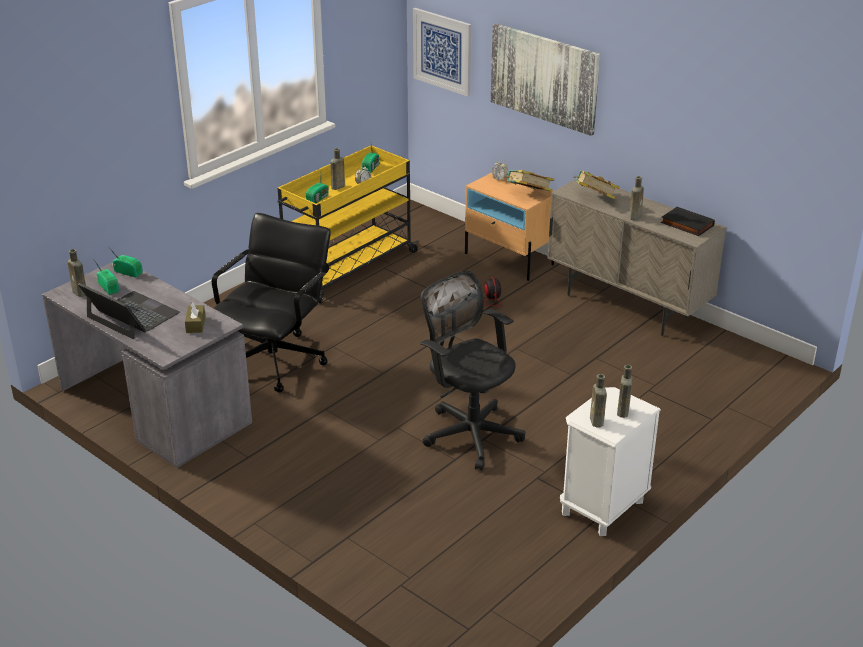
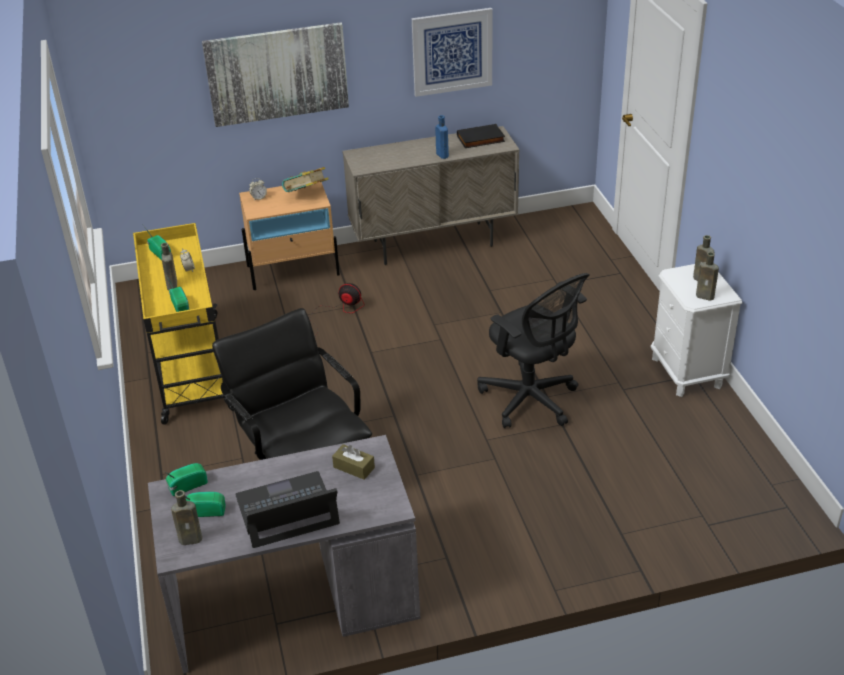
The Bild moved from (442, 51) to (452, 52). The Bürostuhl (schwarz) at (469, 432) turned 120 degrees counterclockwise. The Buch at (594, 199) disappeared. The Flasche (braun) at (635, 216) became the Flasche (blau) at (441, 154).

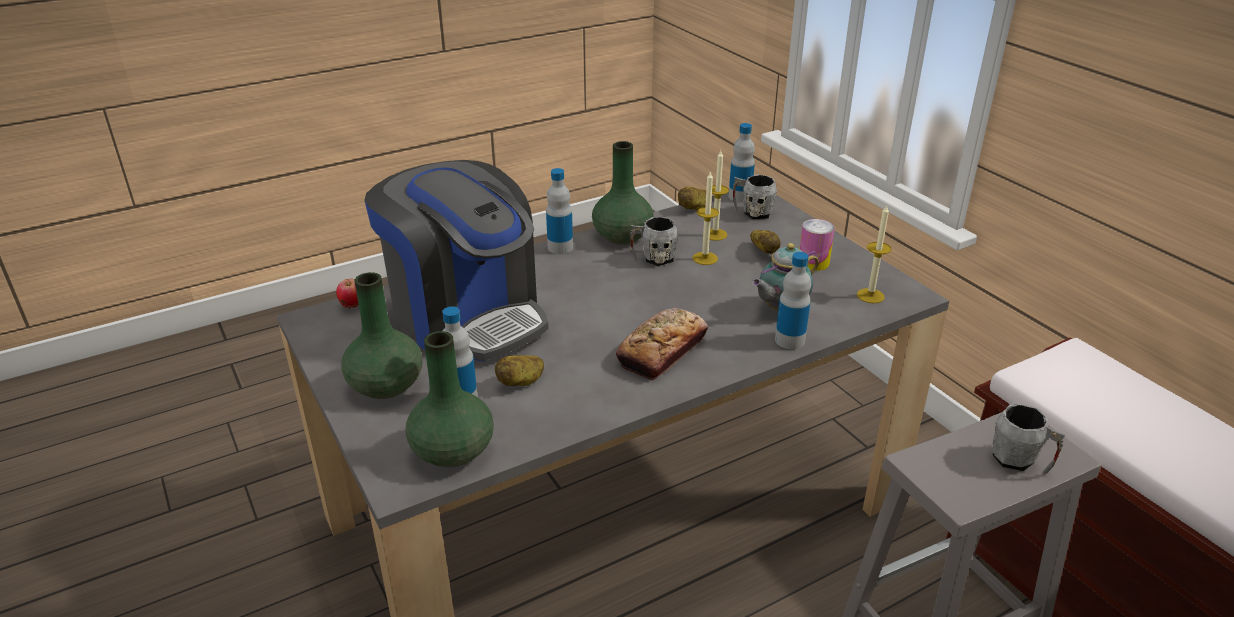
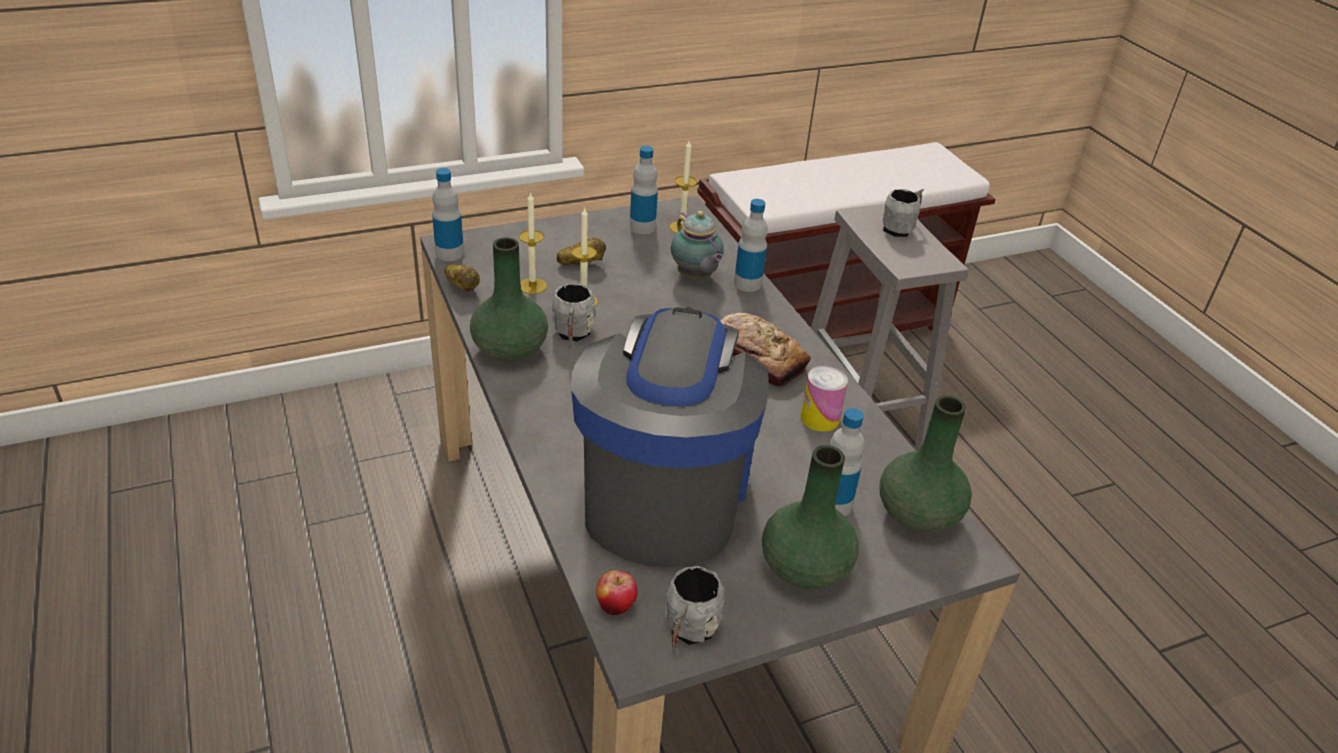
The Kaffeemaschine at (467, 316) turned 45 degrees counterclockwise. The Kartoffel at (521, 382) disappeared. The Flasche moved from (560, 247) to (642, 227). The Henkelbecher (grau) moved from (752, 212) to (687, 632). The Dose moved from (813, 262) to (819, 418).

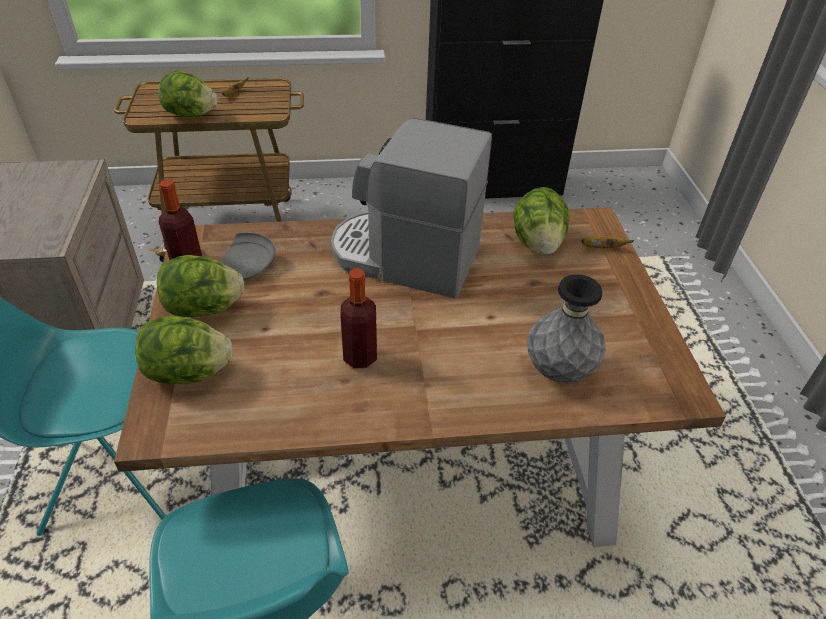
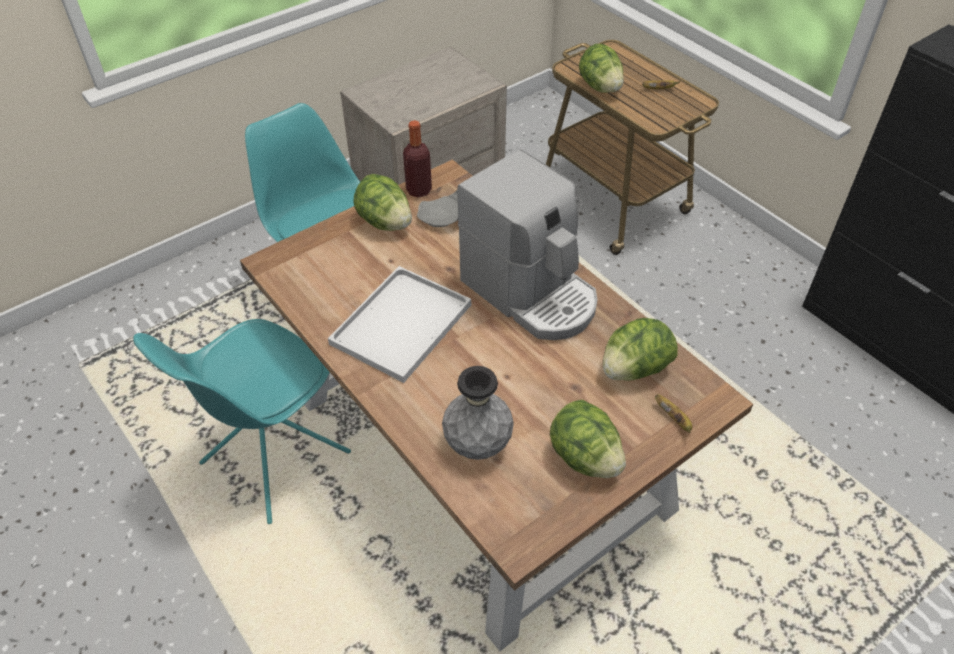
The Salatkopf moved from (189, 373) to (585, 457). The Kaffeemaschine at (404, 258) turned 150 degrees clockwise. The Flasche at (360, 357) was replaced by the Tablett (weiß) at (402, 322).

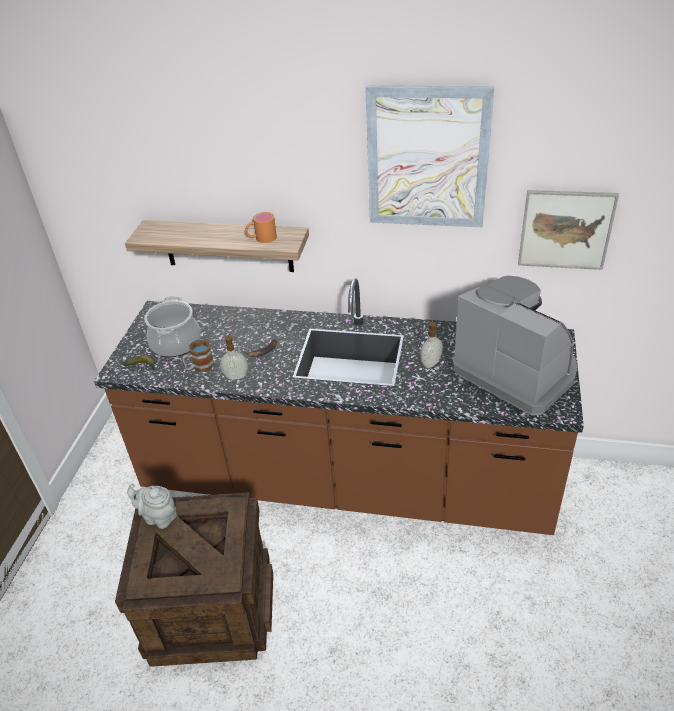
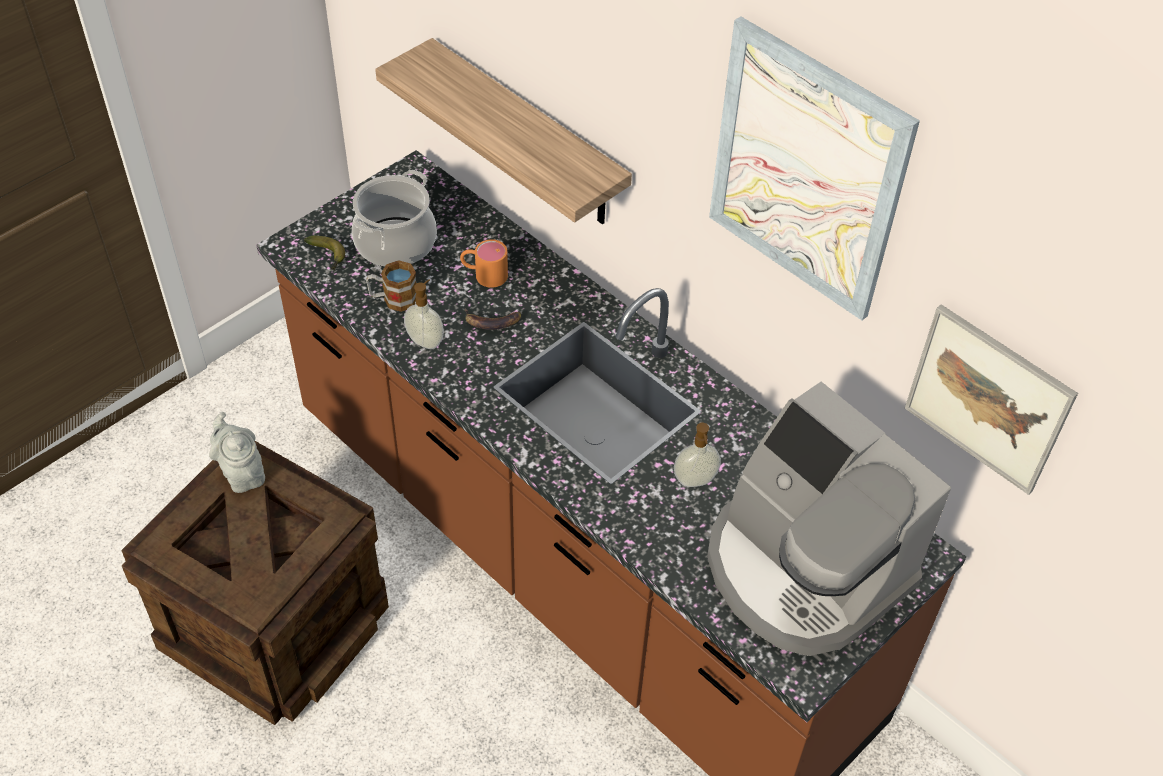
The Henkelbecher (orange) moved from (261, 238) to (484, 274). The Kaffeemaschine at (516, 371) turned 150 degrees clockwise.

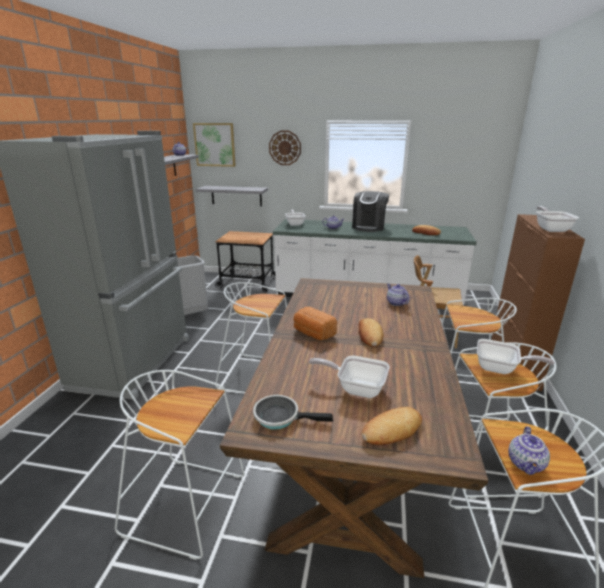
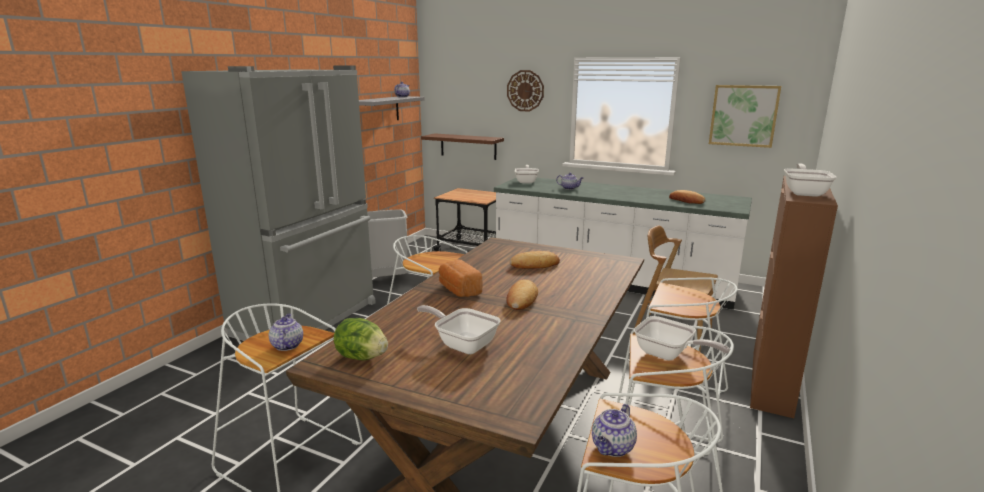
The Bild moved from (215, 144) to (743, 115). The Wandregal (grau) at (236, 195) became the Wandregal (braun) at (468, 146). The Pfanne at (280, 417) was replaced by the Salatkopf at (362, 357). The Kaffeemaschine at (369, 227) disappeared. The Brot moved from (392, 430) to (535, 265). The Teekanne moved from (396, 303) to (287, 345).

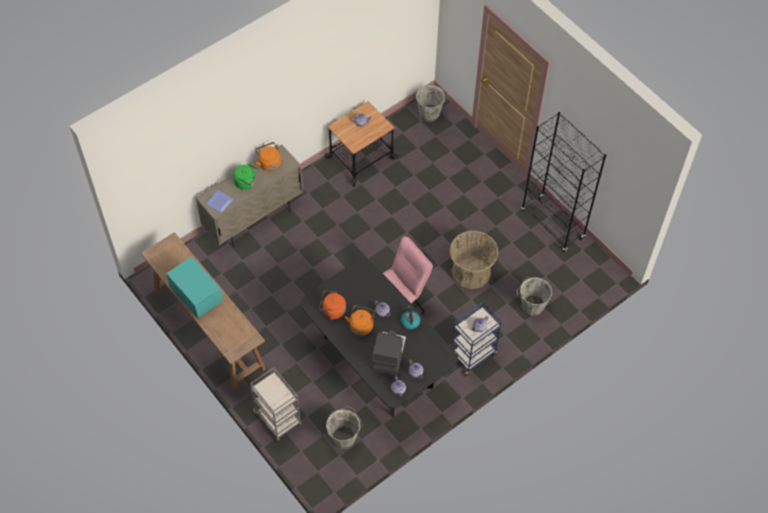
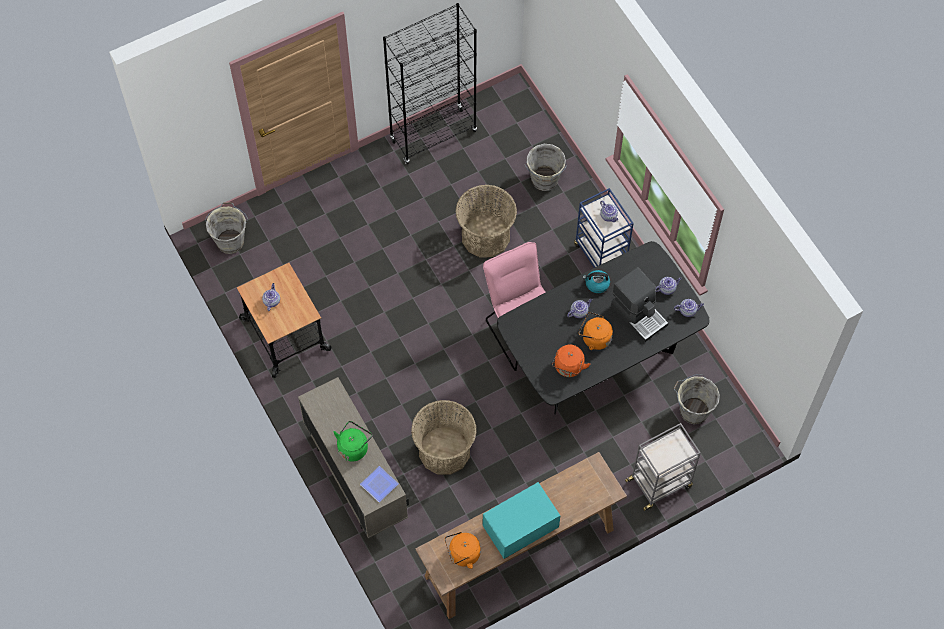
The Wasserkessel (orange) moved from (269, 163) to (462, 555). The Kaffeemaschine at (388, 355) turned 150 degrees counterclockwise. The Korb at (444, 450) appeared.

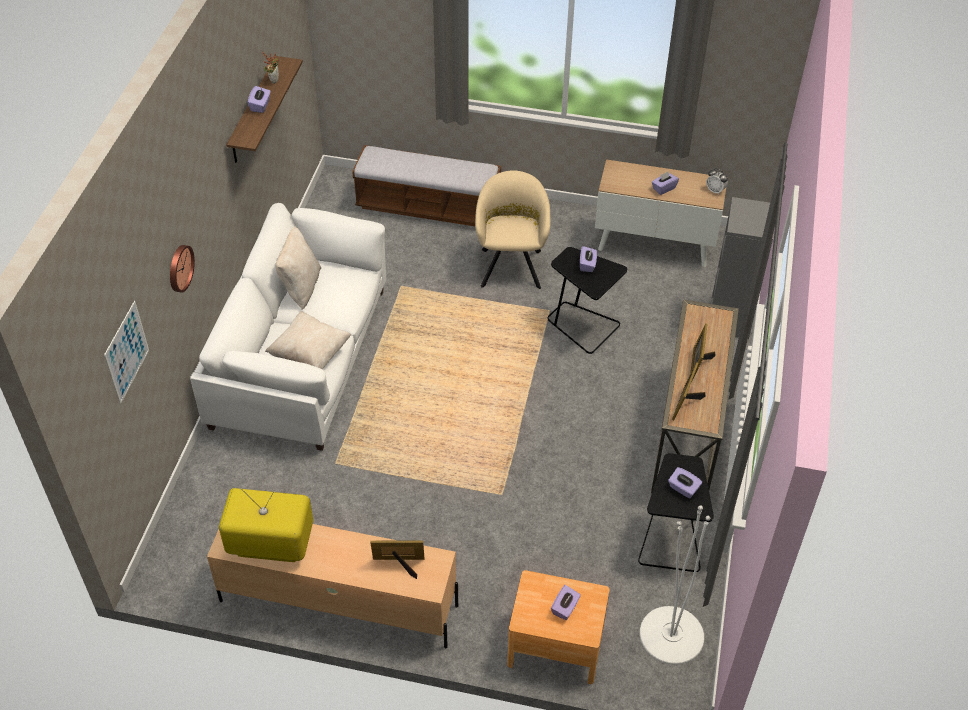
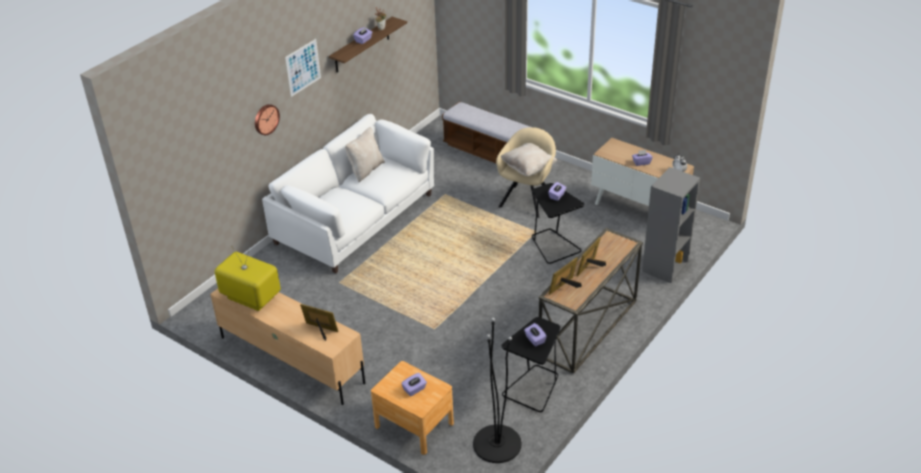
The Bild moved from (126, 352) to (303, 67). The Kissen (beige) moved from (310, 354) to (528, 168). The Stehlampe (weiß) at (671, 635) became the Stehlampe (schwarz) at (497, 444).

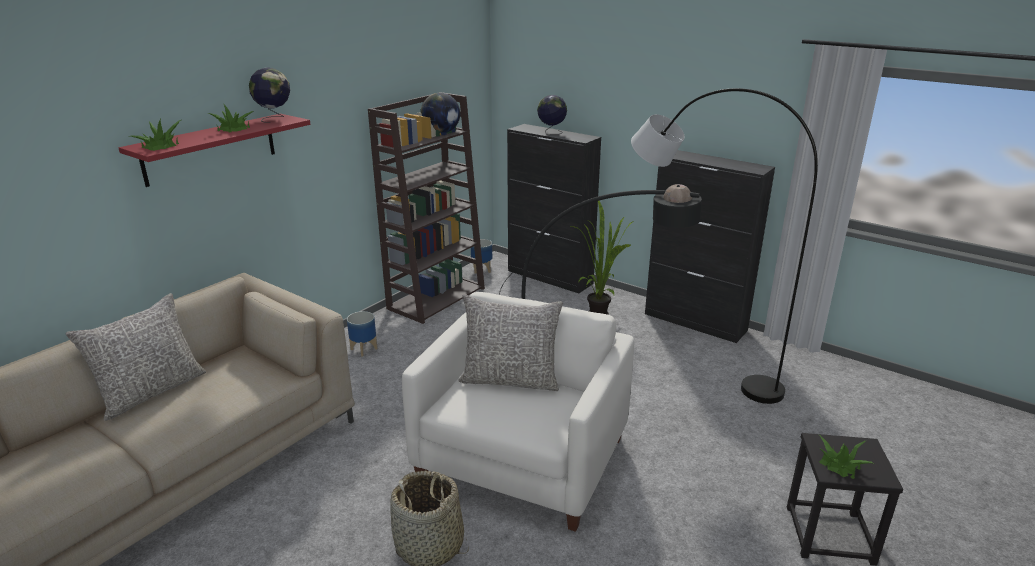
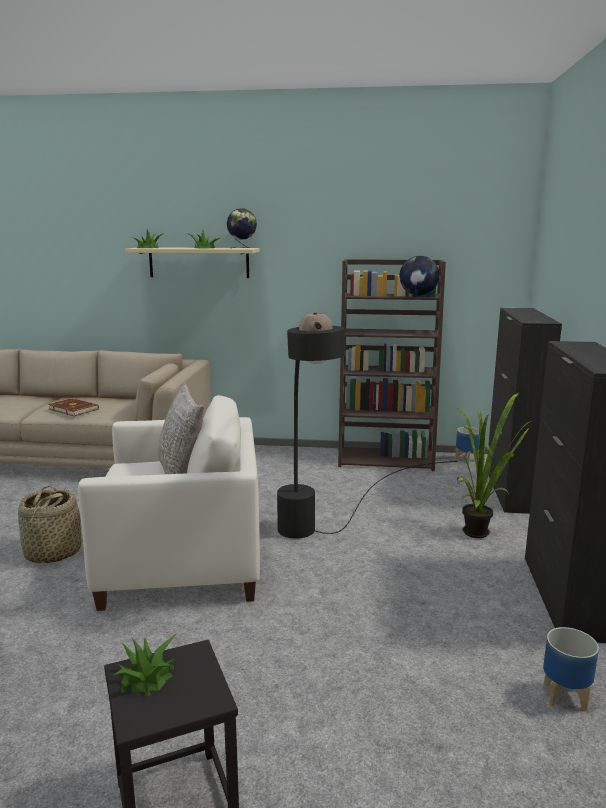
The Kissen (grau) at (151, 391) disappeared. The Wandregal (rot) at (210, 149) became the Wandregal (beige) at (199, 262). The Pflanzkübel moved from (364, 349) to (565, 697). The Globus at (551, 133) disappeared. The Stehlampe (grau) at (690, 364) disappeared. The Buch (braun) at (74, 409) appeared.

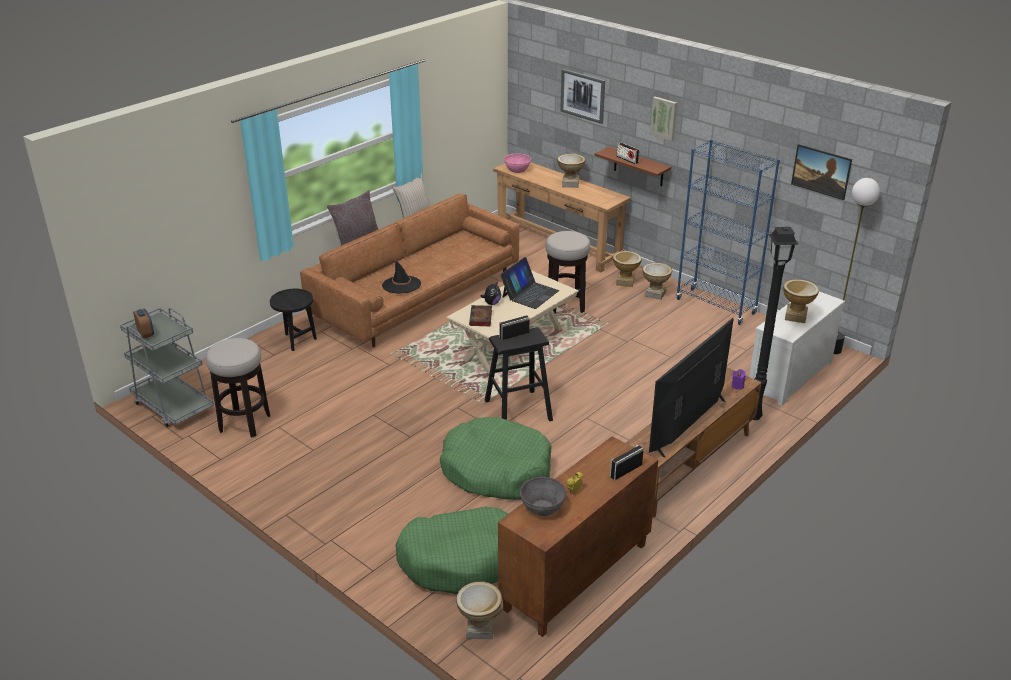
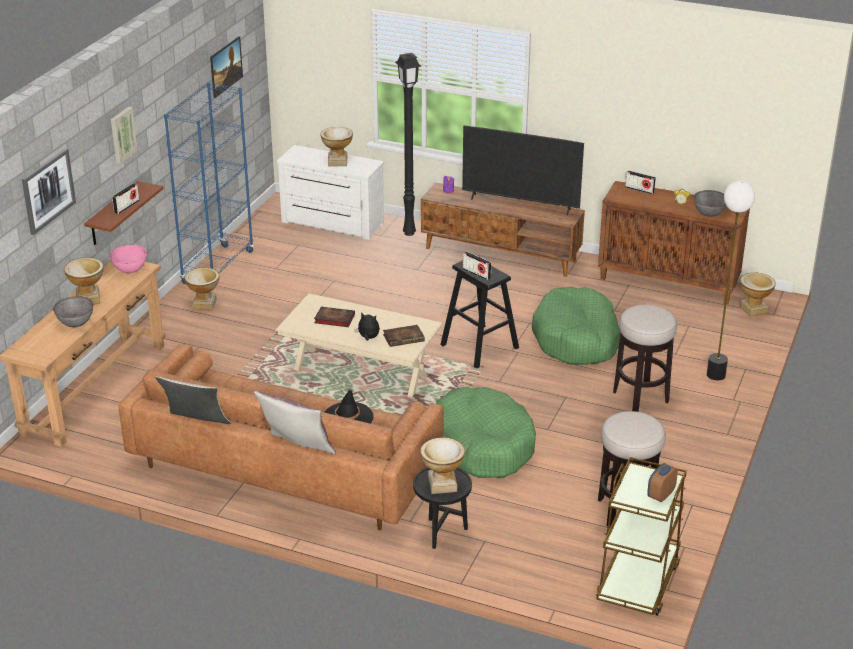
The Rollwagen (grau) at (173, 406) became the Rollwagen (braun) at (638, 582). The Hundebett (grün) moved from (461, 559) to (481, 445). The Laptop at (530, 294) was replaced by the Buch at (333, 319). The Schüssel (rosa) moved from (517, 170) to (129, 268). The Hocker moved from (565, 305) to (640, 396). The Vase moved from (625, 282) to (442, 484). The Stehlampe moved from (833, 350) to (716, 374). The Schüssel (grau) at (75, 321) appeared.

